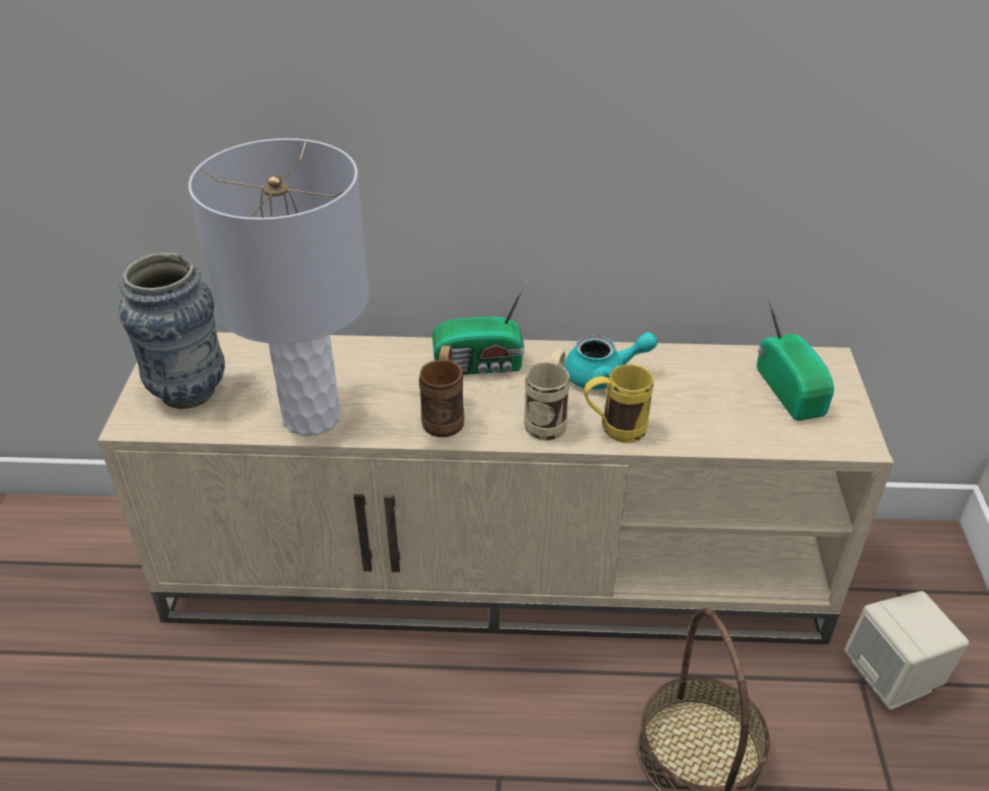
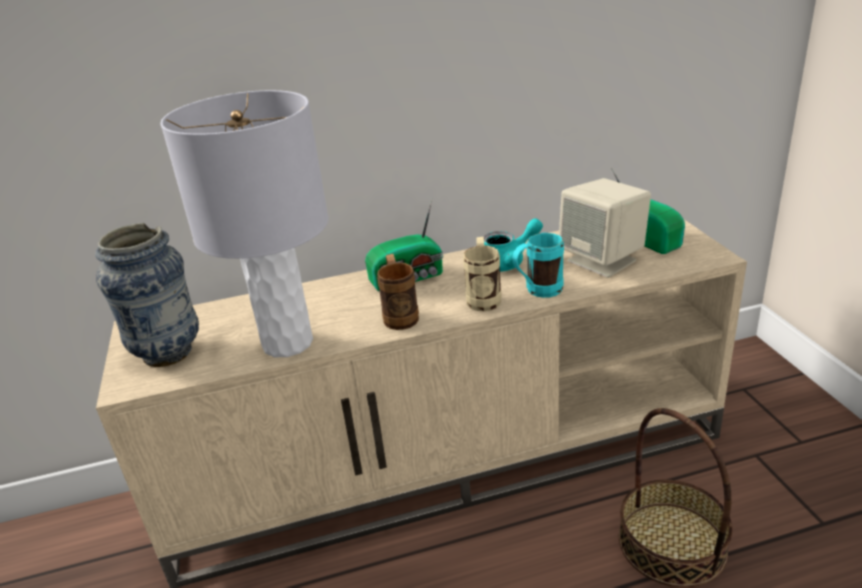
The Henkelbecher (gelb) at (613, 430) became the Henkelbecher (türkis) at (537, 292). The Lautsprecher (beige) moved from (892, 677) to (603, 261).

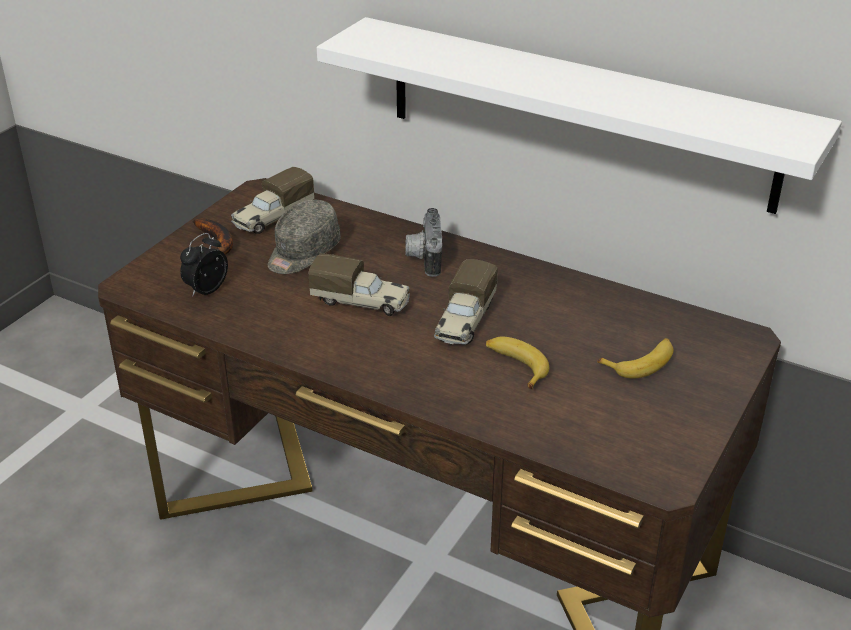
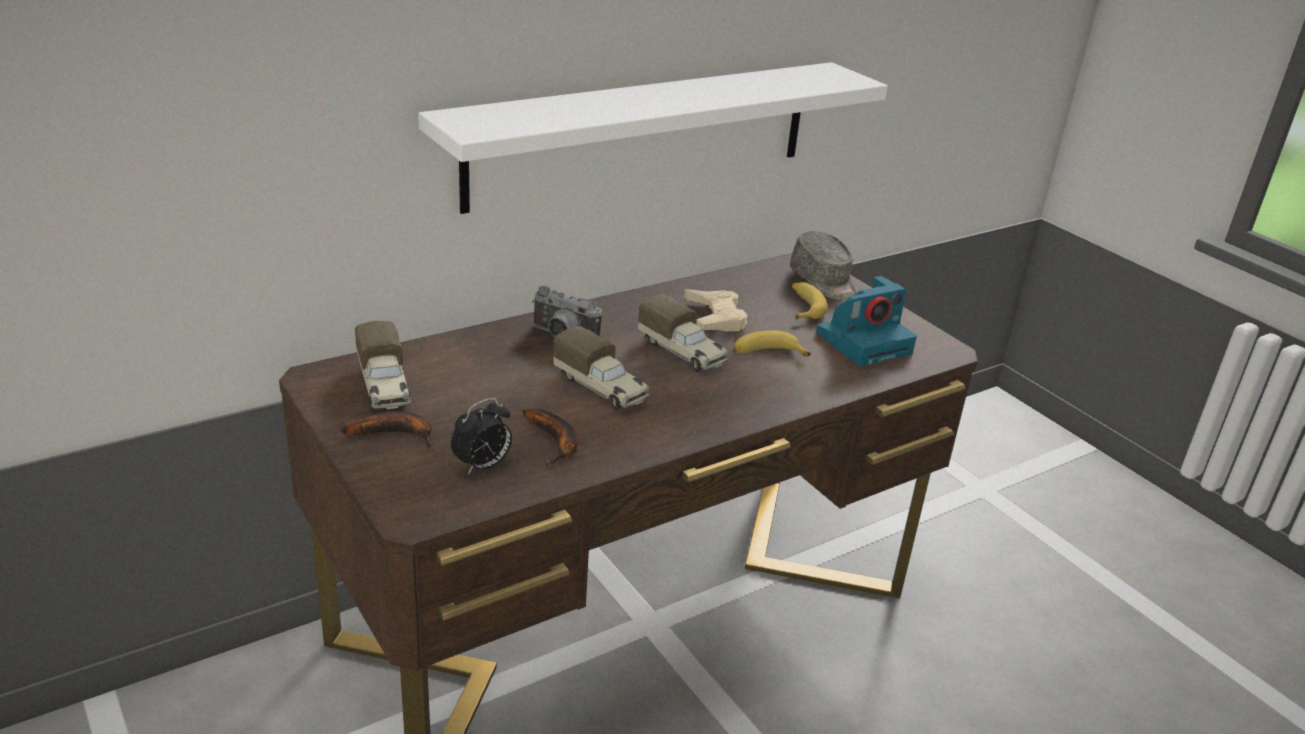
The Wecker at (206, 289) turned 105 degrees counterclockwise. The Kappe (grau) moved from (302, 253) to (823, 281). The Spielzeuglaster at (361, 302) turned 90 degrees clockwise. The Banane at (555, 442) appeared. The Gamepad (beige) at (715, 317) appeared. The Kamera at (865, 342) appeared.

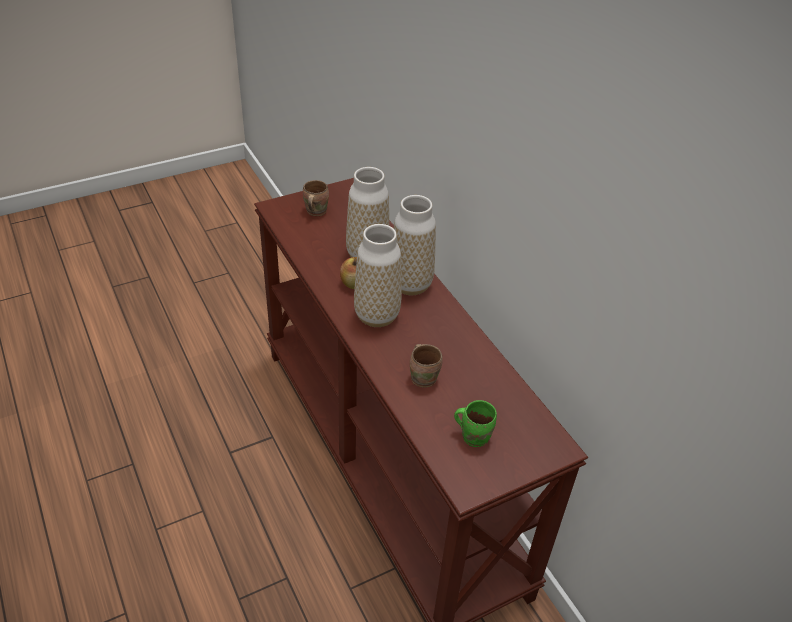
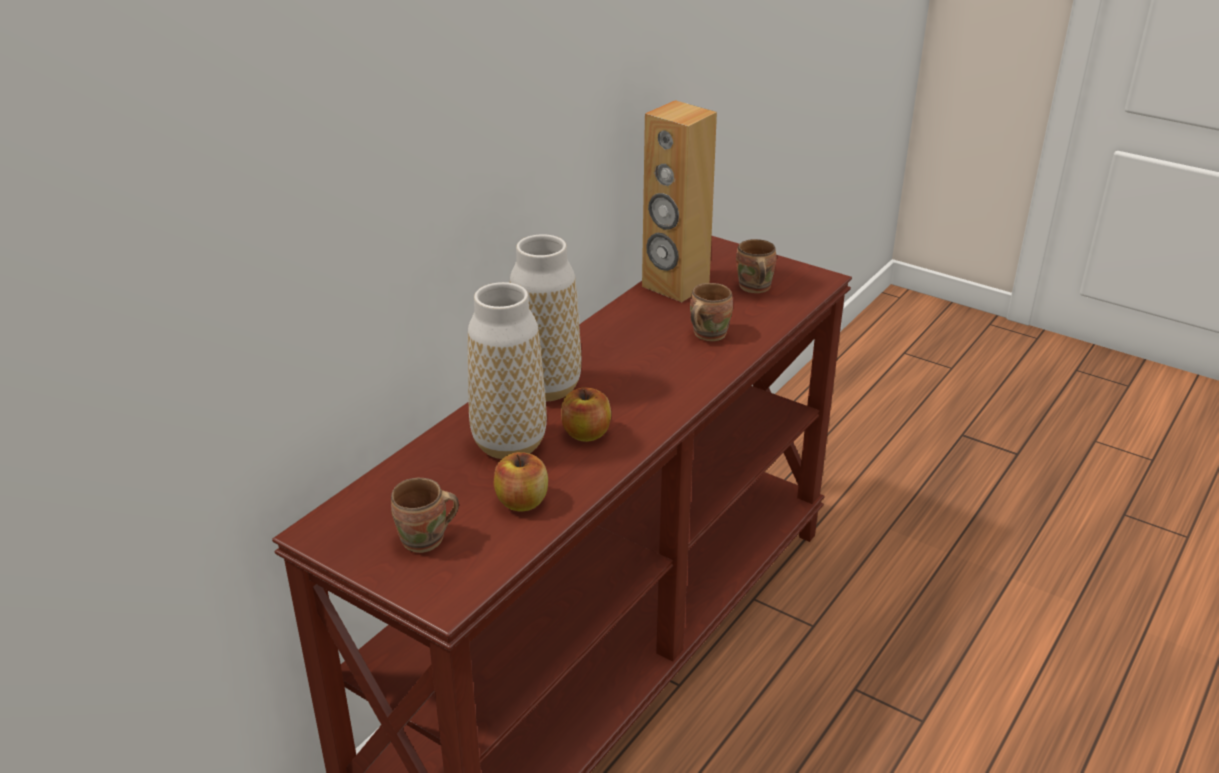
The Vase at (377, 316) disappeared. The Henkelbecher (grün) at (474, 435) became the Henkelbecher (braun) at (753, 288). The Apfel at (522, 502) appeared. The Lautsprecher (braun) at (675, 286) appeared.

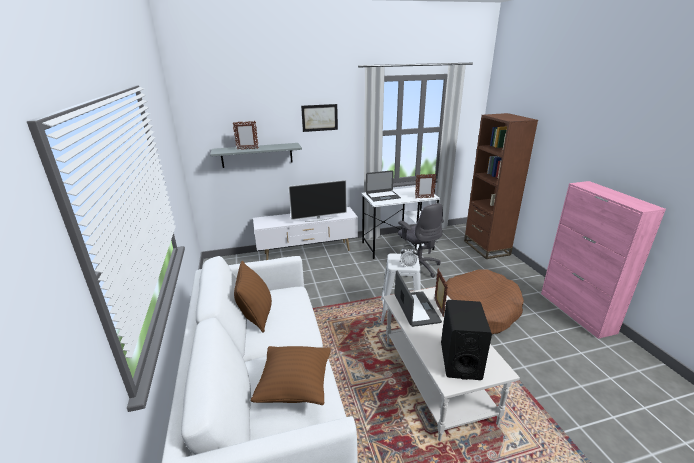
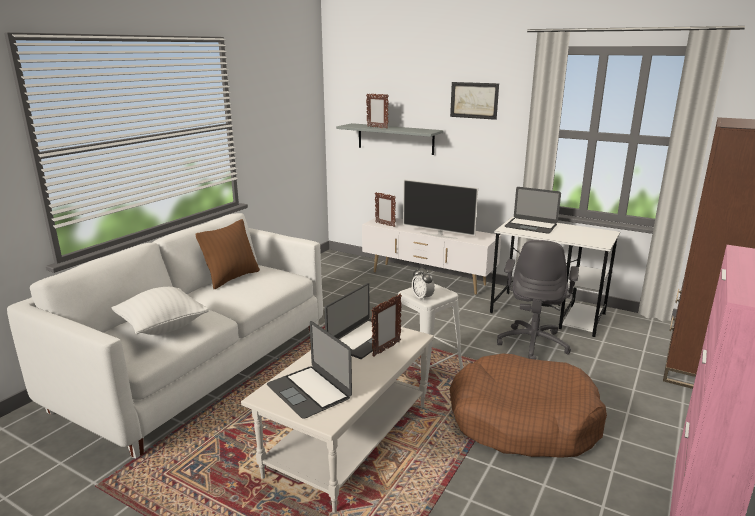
The Kissen (braun) at (295, 387) became the Kissen (weiß) at (162, 327). The Bilderrahmen moved from (424, 198) to (385, 224). The Lautsprecher (schwarz) at (460, 360) was replaced by the Laptop at (309, 391).

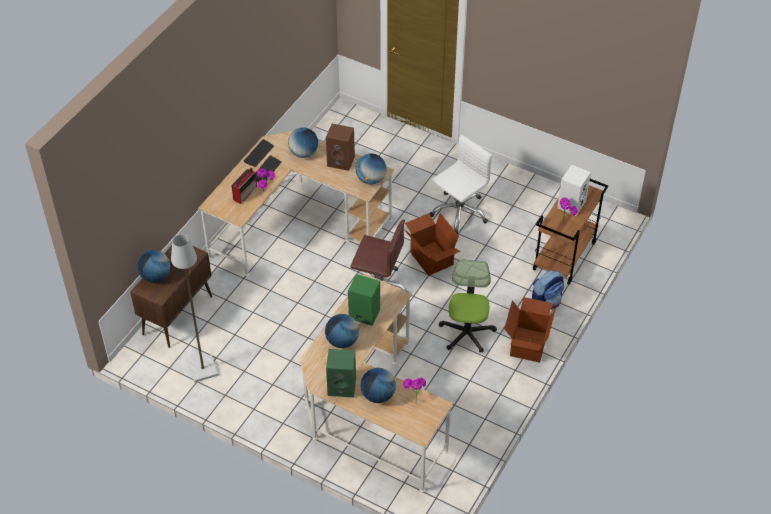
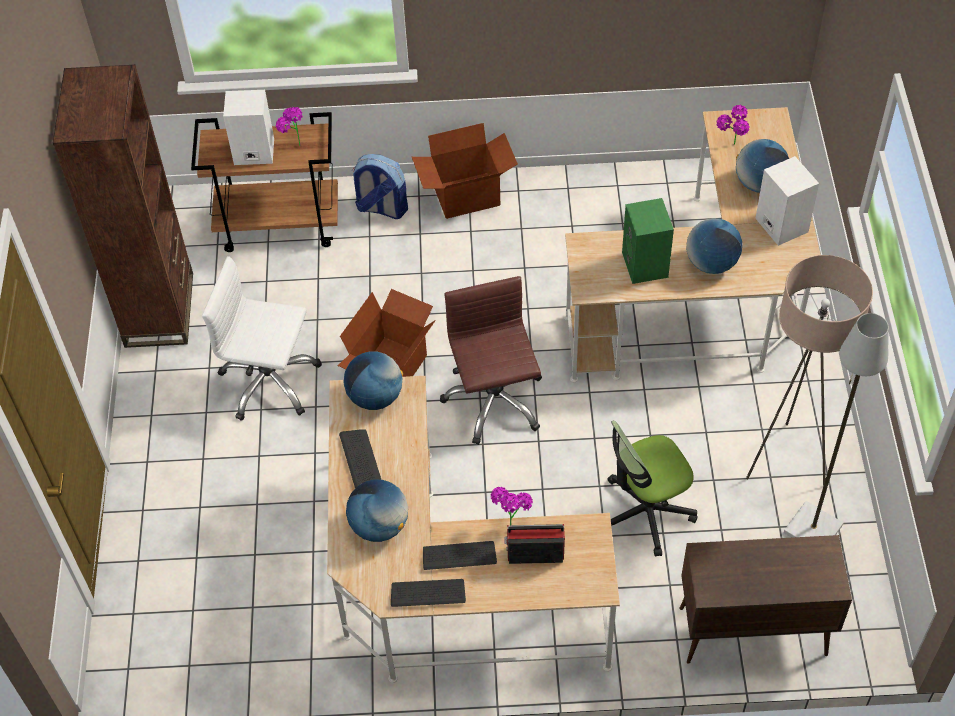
The Globus at (155, 276) disappeared. The Lautsprecher (braun) at (341, 161) was replaced by the Tastatur at (361, 460). The Lautsprecher (grün) at (342, 386) became the Lautsprecher (weiß) at (780, 224). The Bürostuhl moved from (467, 333) to (645, 512). The Bücherregal (braun) at (159, 309) appeared. The Stehlampe (beige) at (786, 462) appeared.

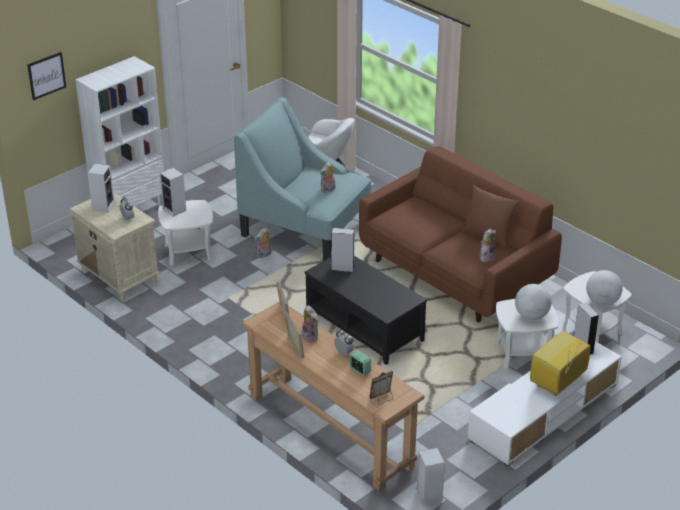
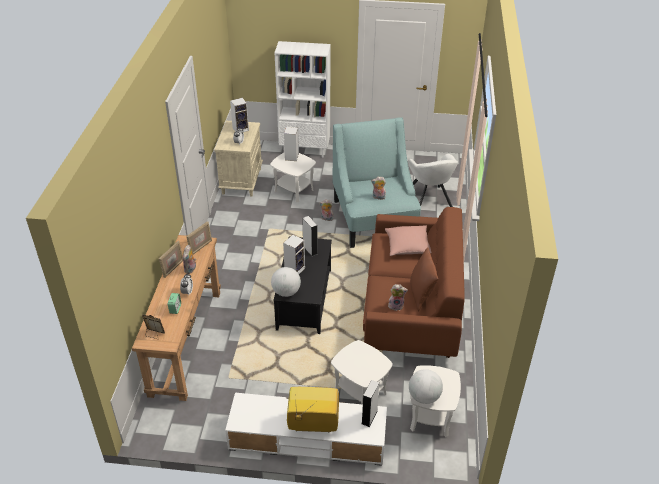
The Bild at (46, 75) disappeared. The Lautsprecher moved from (428, 494) to (295, 269). The Globus moved from (531, 316) to (286, 292). The Kissen (rosa) at (408, 246) appeared.

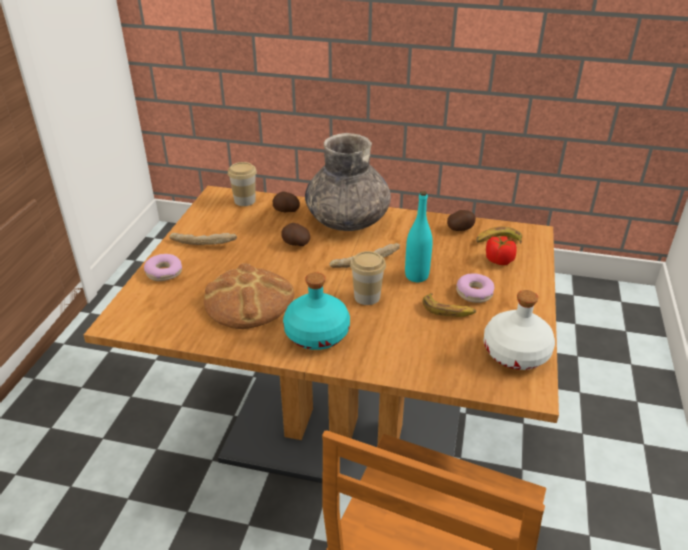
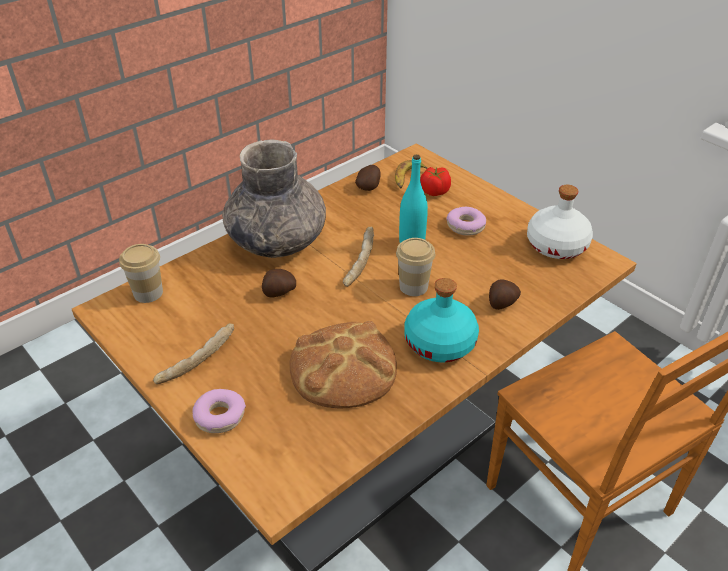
The Kartoffel moved from (286, 211) to (501, 303). The Banane at (448, 310) disappeared.

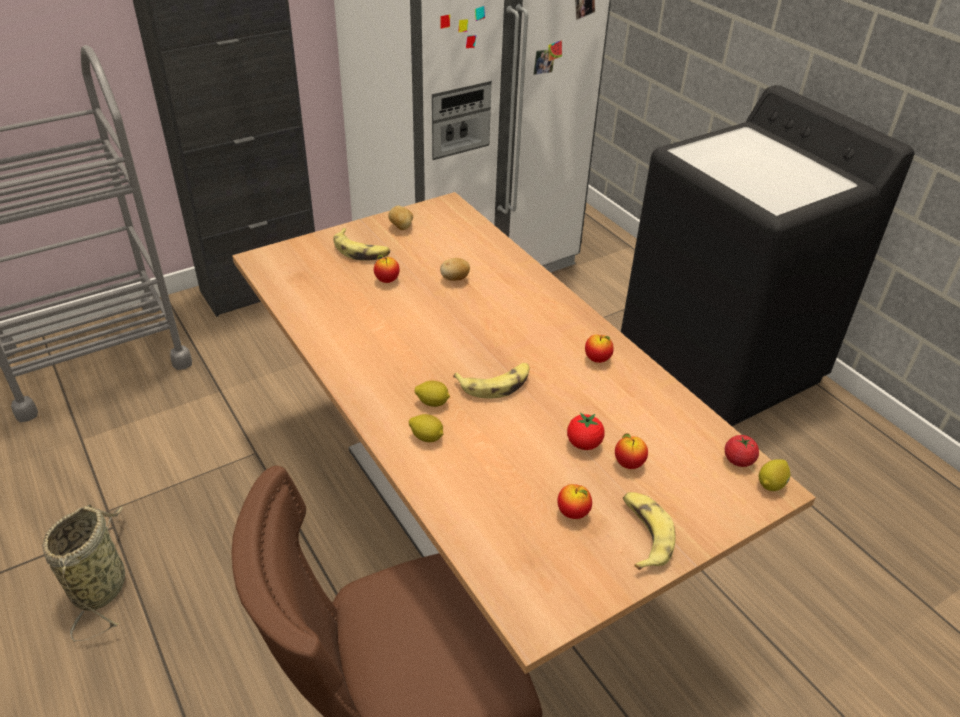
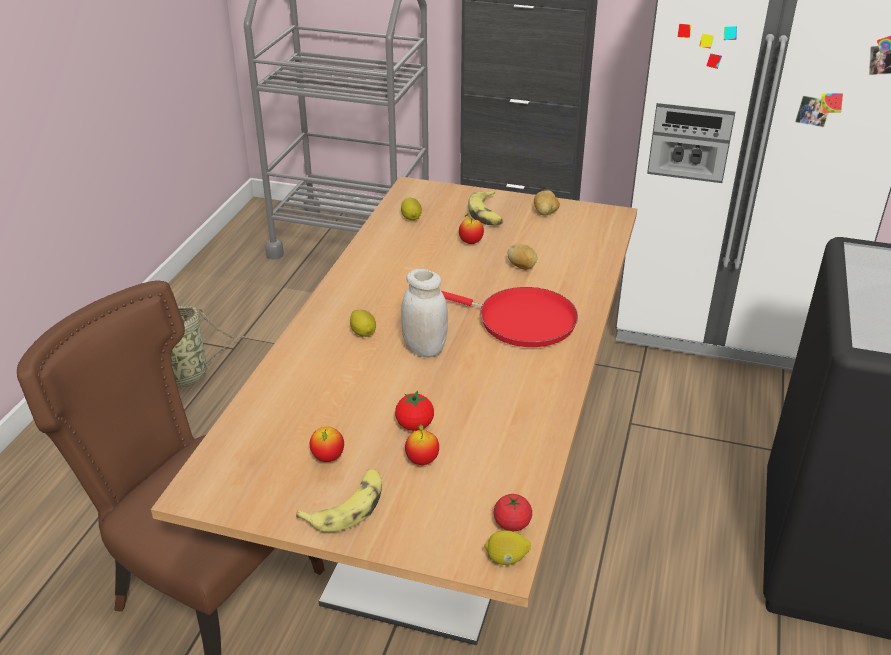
The Zitrone moved from (427, 437) to (411, 217). The Banane at (495, 384) was replaced by the Vorratsglas (weiß) at (424, 349). The Apfel at (597, 359) disappeared. The Pfanne (rot) at (520, 321) appeared.

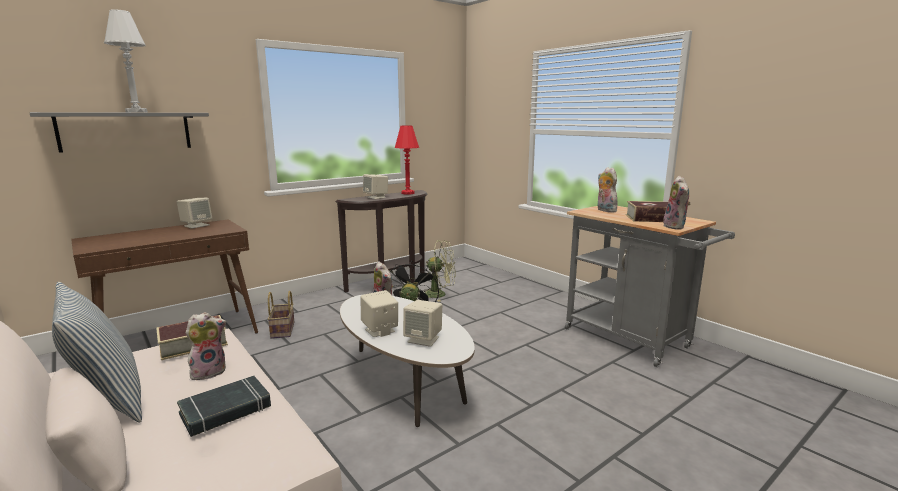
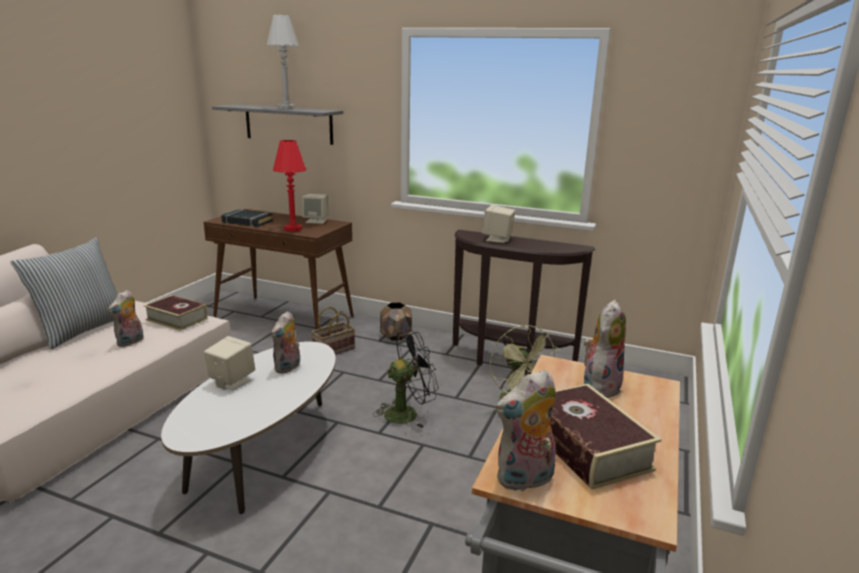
The Buch (schwarz) moved from (226, 410) to (247, 222). The Plüschtier at (209, 372) turned 90 degrees clockwise. The Tischlampe (rot) moved from (407, 193) to (293, 229). The Lautsprecher (beige) at (424, 339) disappeared. The Pflanzkübel (braun) at (396, 336) appeared.

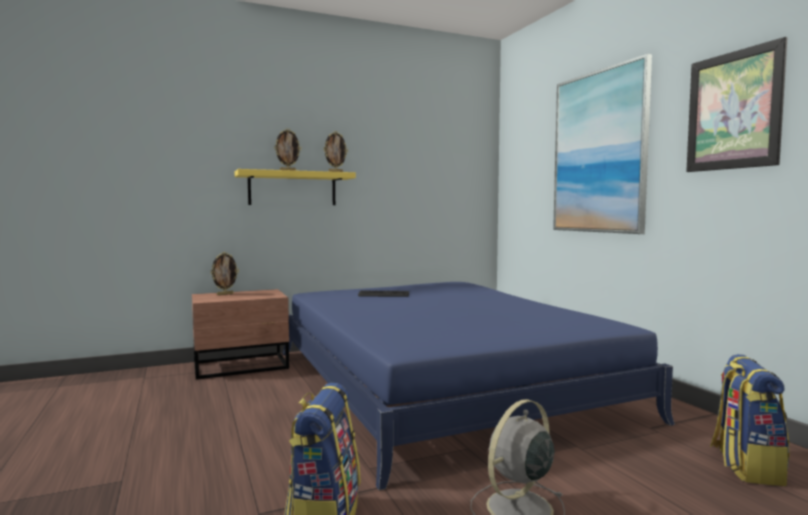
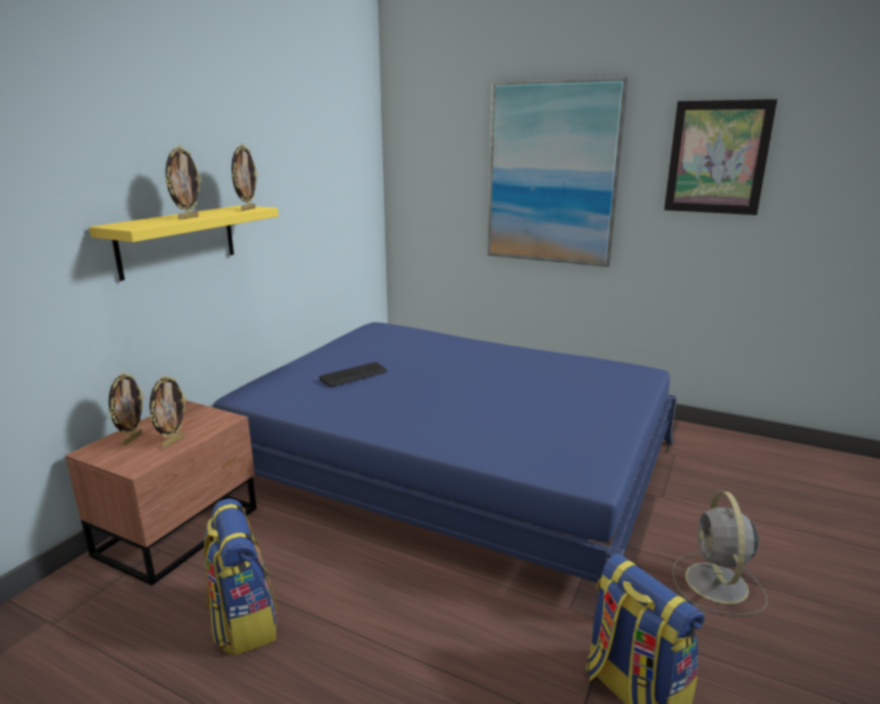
The Rucksack moved from (745, 466) to (243, 621). The Bilderrahmen at (173, 442) appeared.

